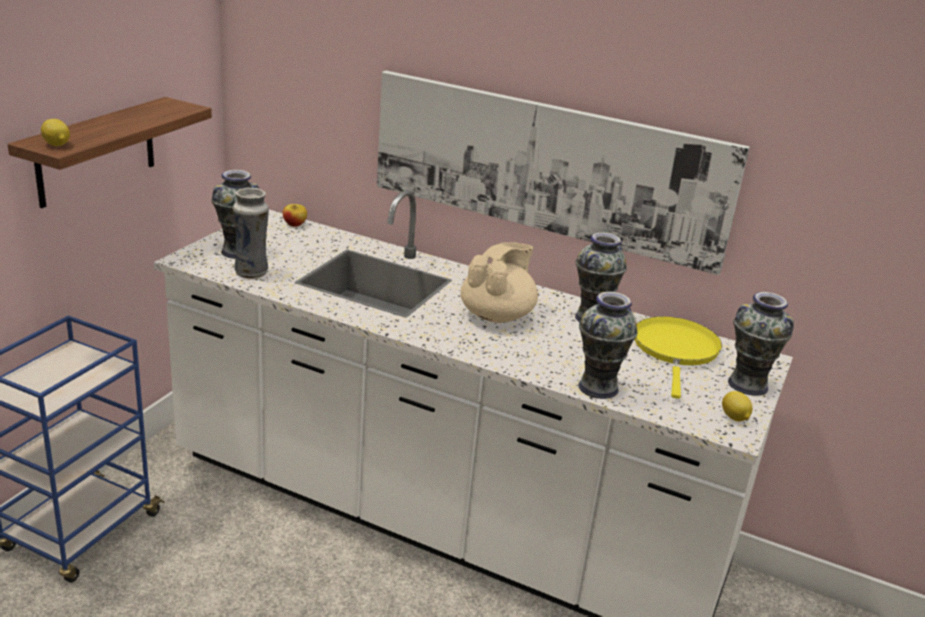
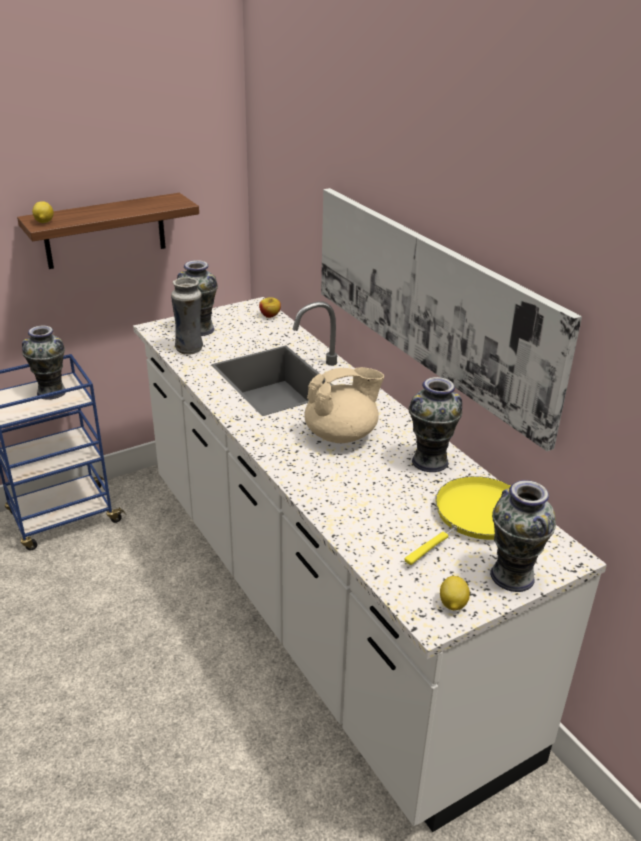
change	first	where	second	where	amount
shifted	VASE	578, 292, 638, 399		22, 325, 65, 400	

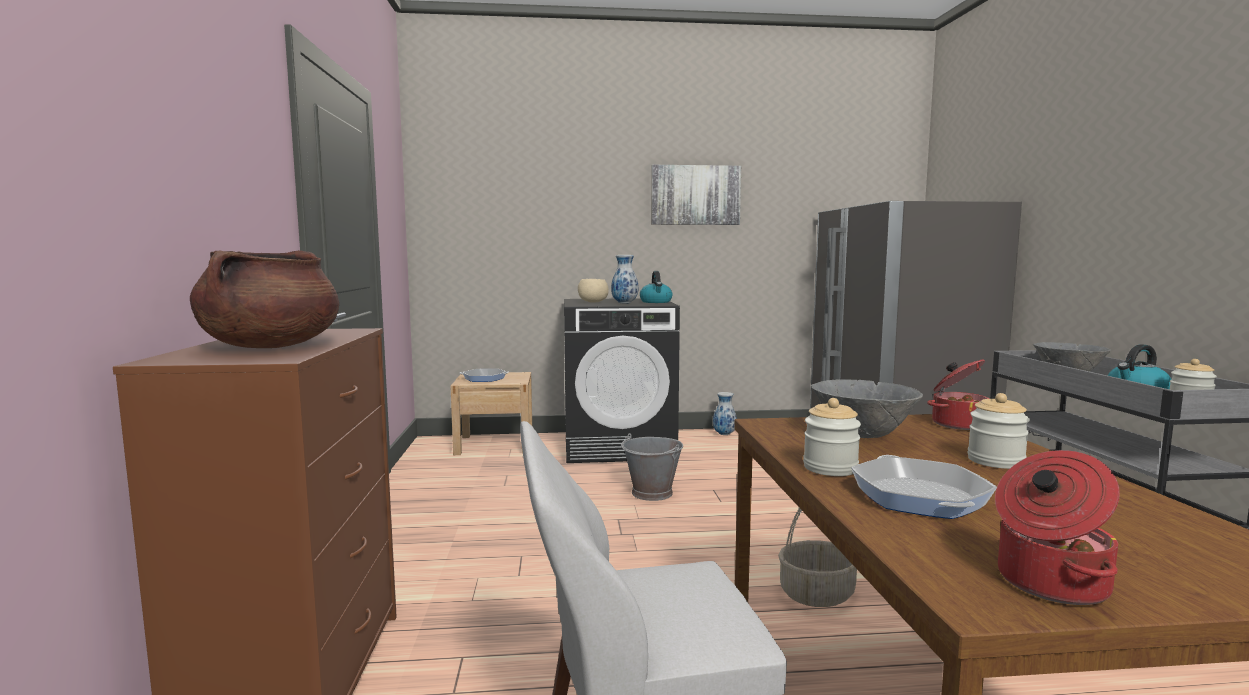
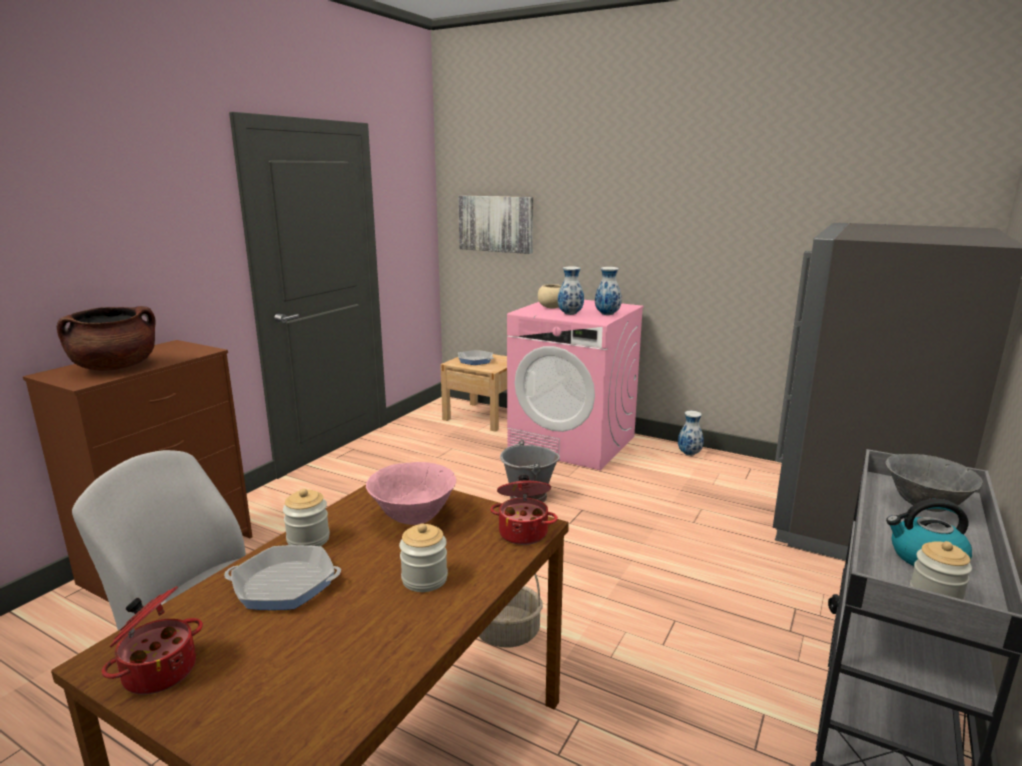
change	first	where	second	where	amount
rotated	PAN	851, 455, 997, 519		224, 545, 341, 610	60 degrees clockwise
repainted	GREYISH DEEP DISH	811, 379, 923, 438	PINK DEEP DISH	366, 462, 456, 525	
shifted	PICTURE	651, 165, 741, 225		458, 196, 533, 254	
repainted	BLACK-COLOURED WASHING MACHINE	564, 298, 680, 463	PINK WASHING MACHINE	507, 300, 644, 471	
swapped	WATER KETTLE	640, 271, 672, 303	VASE	595, 267, 622, 315	

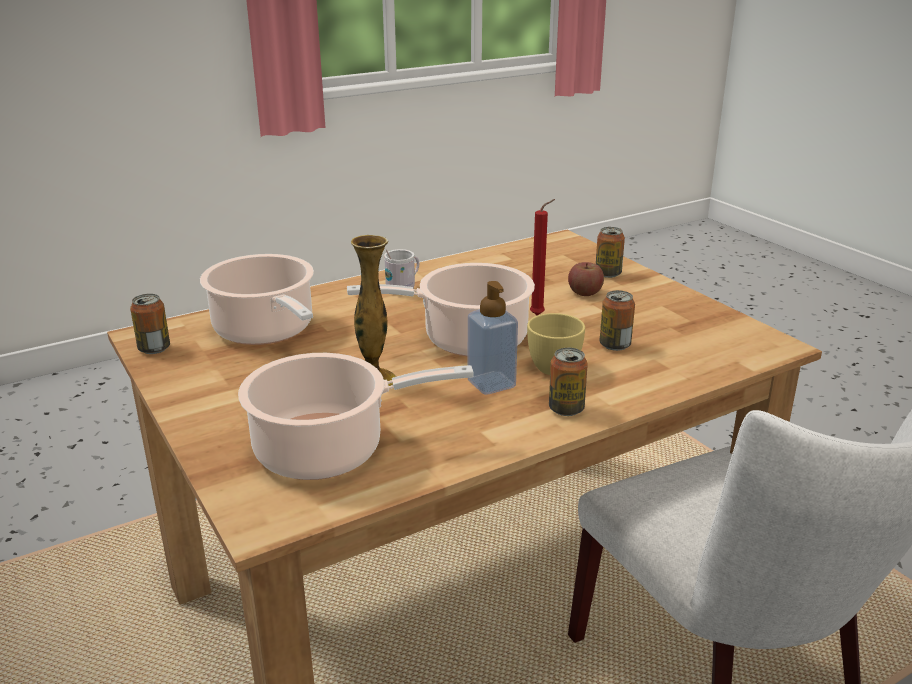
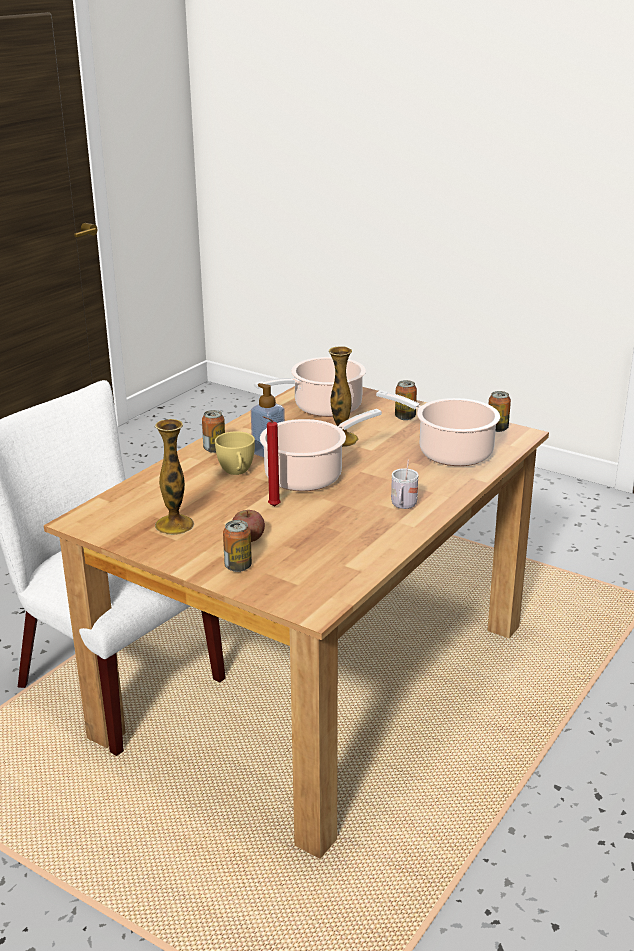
change	first	where	second	where	amount
new			VASE	155, 419, 194, 535	
shifted	SEALED CAN	599, 290, 635, 351		395, 380, 417, 420	

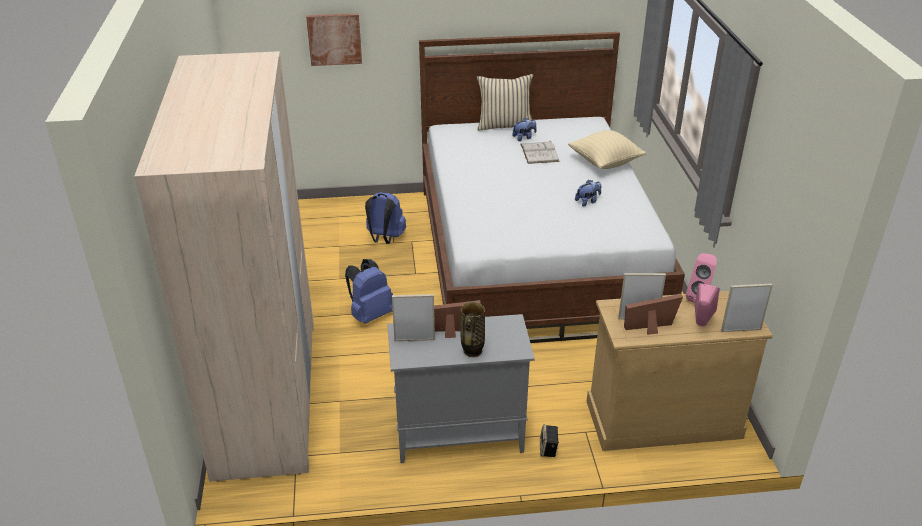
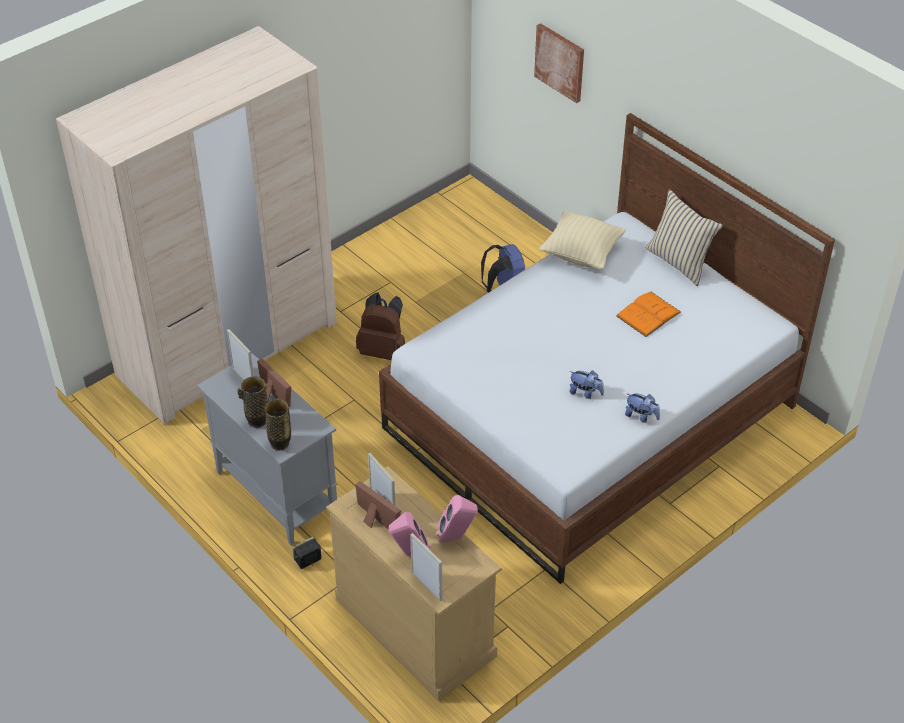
change	first	where	second	where	amount
new			VASE	265, 399, 291, 451	
repainted	BLUE-COLOURED KNAPSACK	345, 259, 393, 324	BROWN-COLOURED KNAPSACK	356, 292, 405, 360	
shifted	BEIGE THROW PILLOW	568, 130, 646, 169		539, 210, 626, 270	
repainted	WHITE BOUND BOOK	520, 141, 560, 164	ORANGE BOUND BOOK	616, 292, 681, 337	
shifted	PLUSH TOY	512, 118, 537, 141		625, 393, 660, 423	

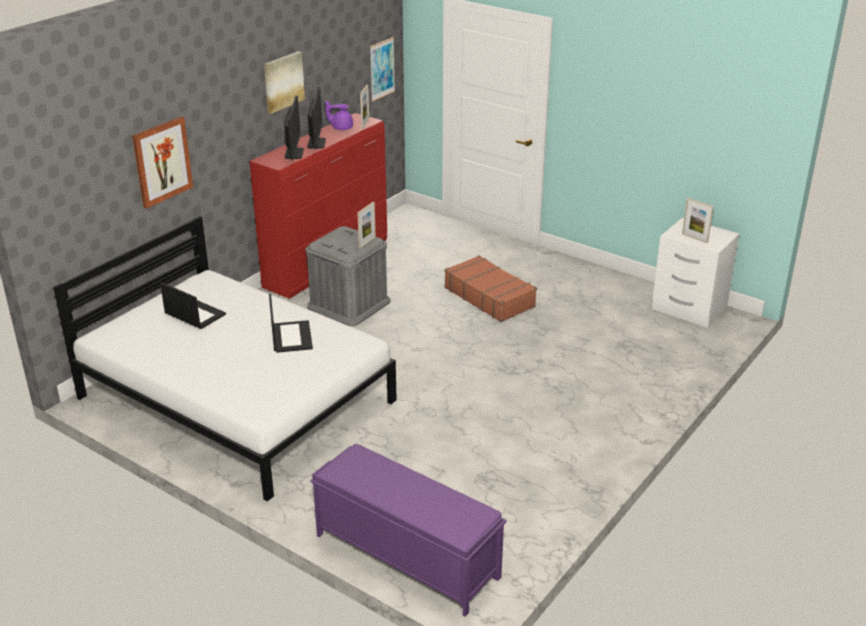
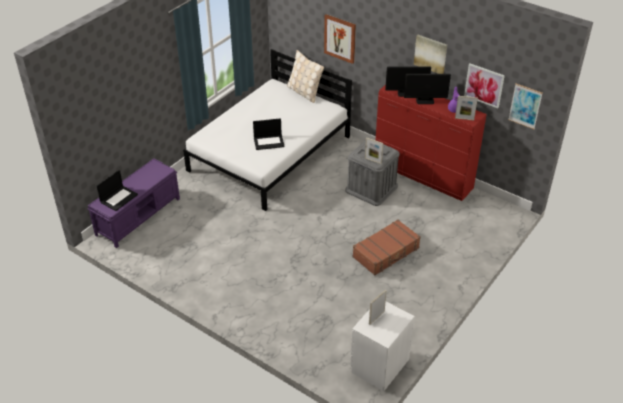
change	first	where	second	where	amount
shifted	PORTABLE COMPUTER	160, 282, 226, 329		96, 170, 138, 211	
new			BEIGE THROW PILLOW	287, 50, 324, 103	
new			PICTURE	464, 63, 505, 108	

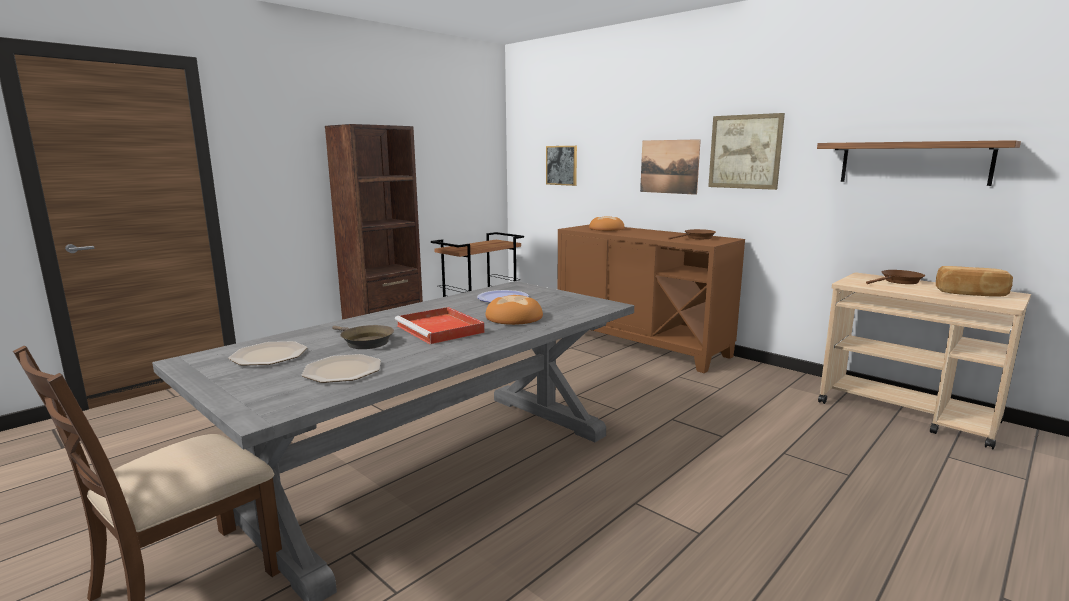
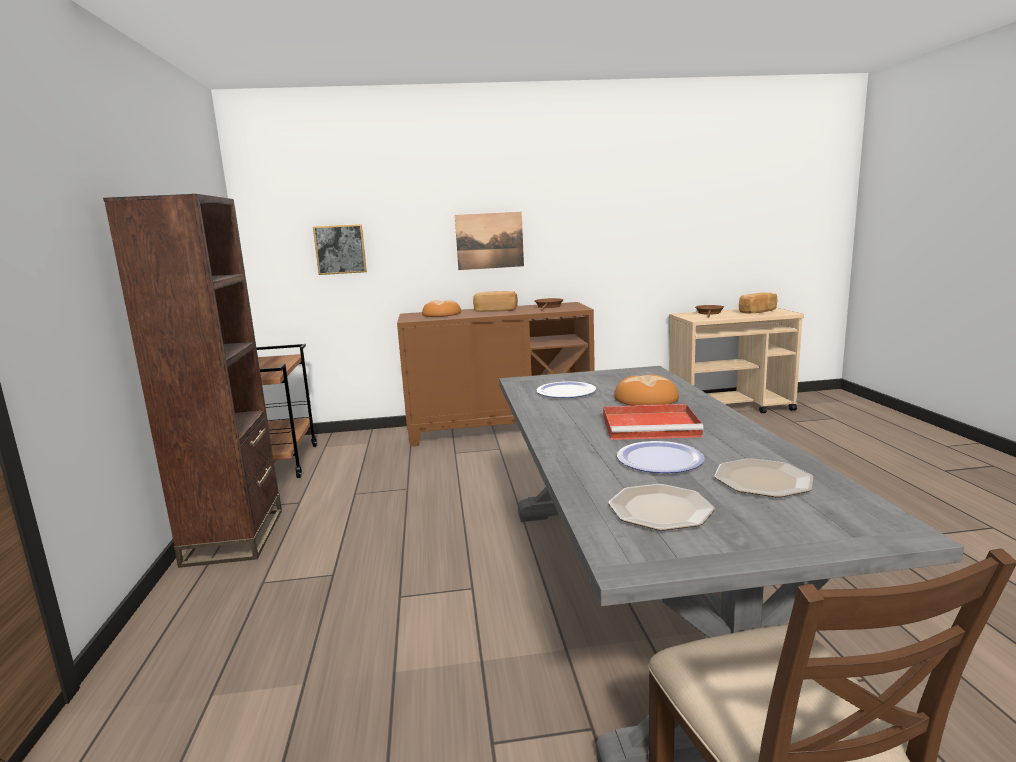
change	first	where	second	where	amount
new			BREAD	473, 291, 518, 312	
swapped	BROWN-COLOURED PAN	332, 325, 394, 349	PLATE	617, 441, 705, 473	
gone	PICTURE	708, 113, 785, 190			
gone	BRACKET SHELF	817, 140, 1021, 186			

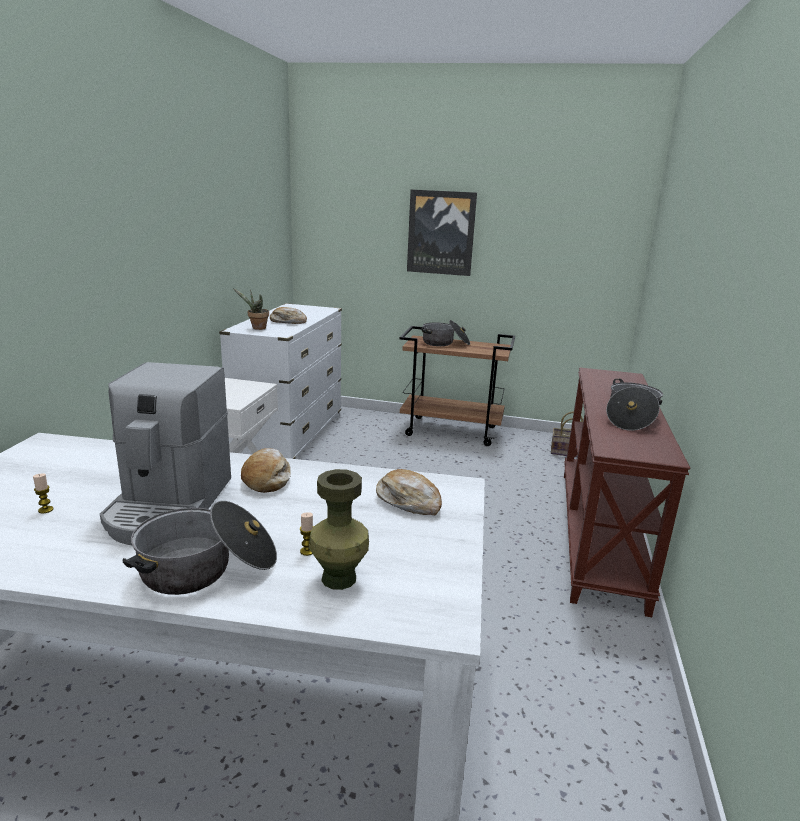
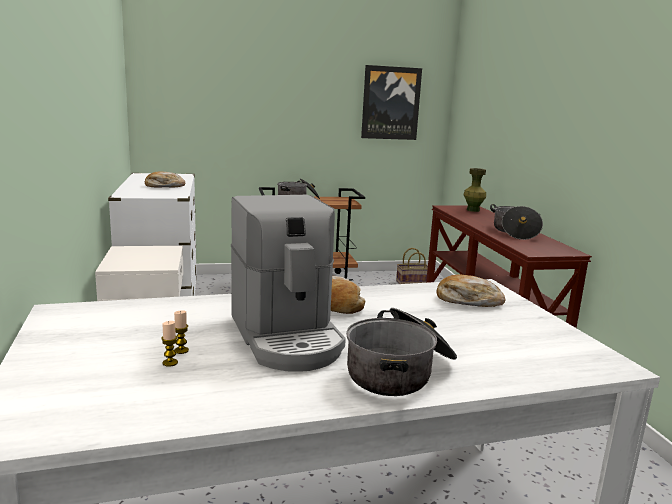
change	first	where	second	where	amount
shifted	WAX CANDLE	300, 512, 314, 556		174, 310, 189, 354	
shifted	PICTURE	407, 190, 477, 276		361, 65, 422, 140	
shifted	GREENISH VASE	309, 469, 369, 590		464, 168, 486, 212	
gone	PLANT IN A POT	233, 288, 269, 330			

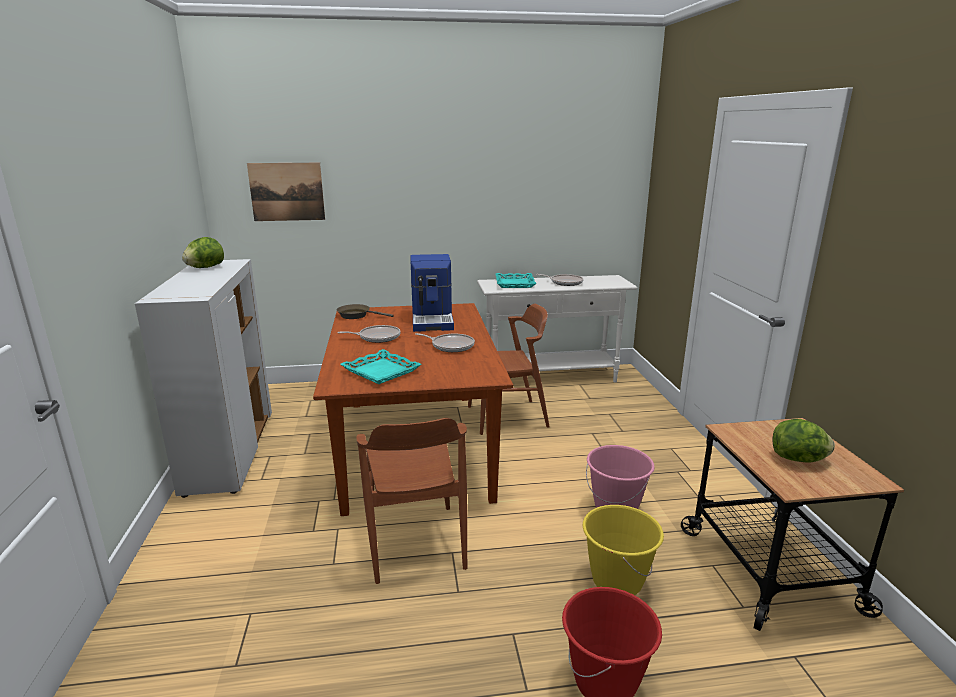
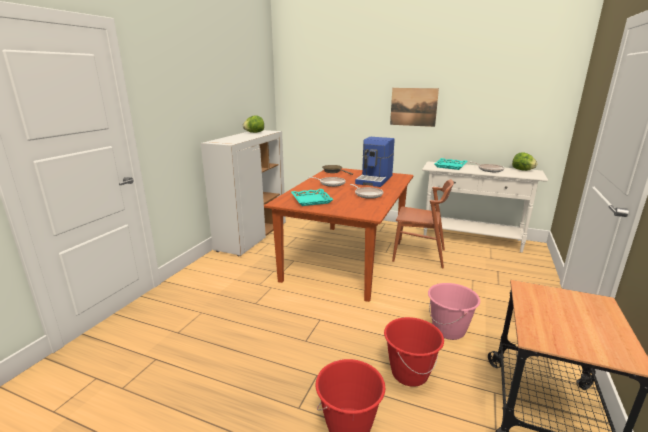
change	first	where	second	where	amount
repainted	YELLOW-COLOURED WATER BUCKET	583, 505, 664, 595	RED WATER BUCKET	384, 317, 444, 387	
shifted	PICTURE	247, 163, 325, 221		390, 88, 439, 127	
shifted	LETTUCE HEAD	773, 419, 835, 463		512, 152, 537, 171	
gone	BROWN-COLOURED UPRIGHT CHAIR	356, 418, 467, 584			

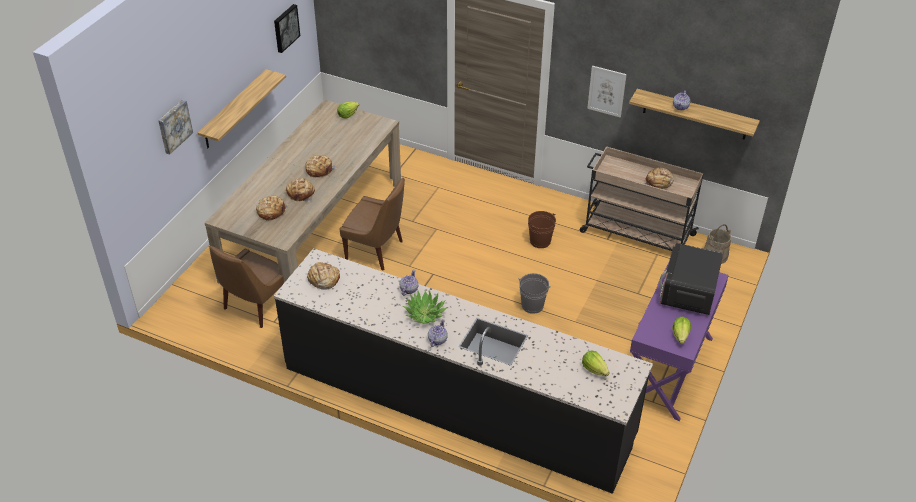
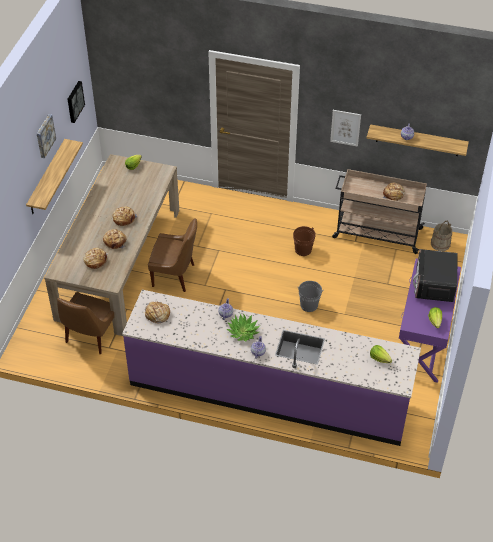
change	first	where	second	where	amount
shifted	PICTURE	158, 99, 193, 155		37, 114, 56, 158	
repainted	BLACK-COLOURED COUNTER	274, 248, 653, 494	PURPLISH COUNTER	122, 290, 421, 446	

